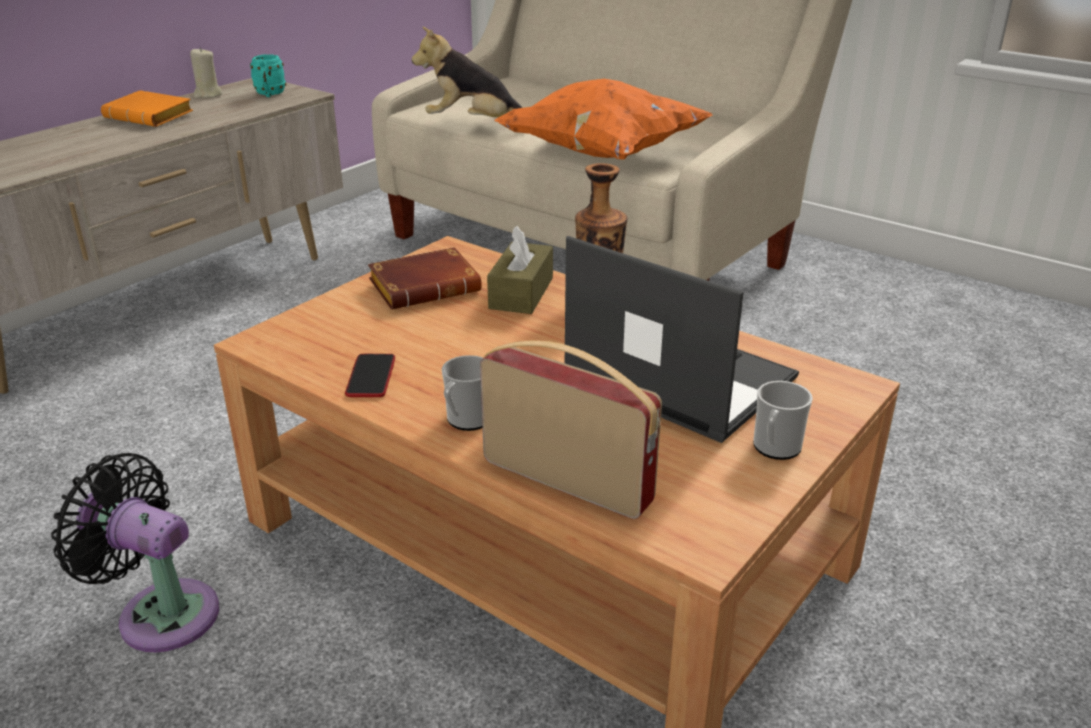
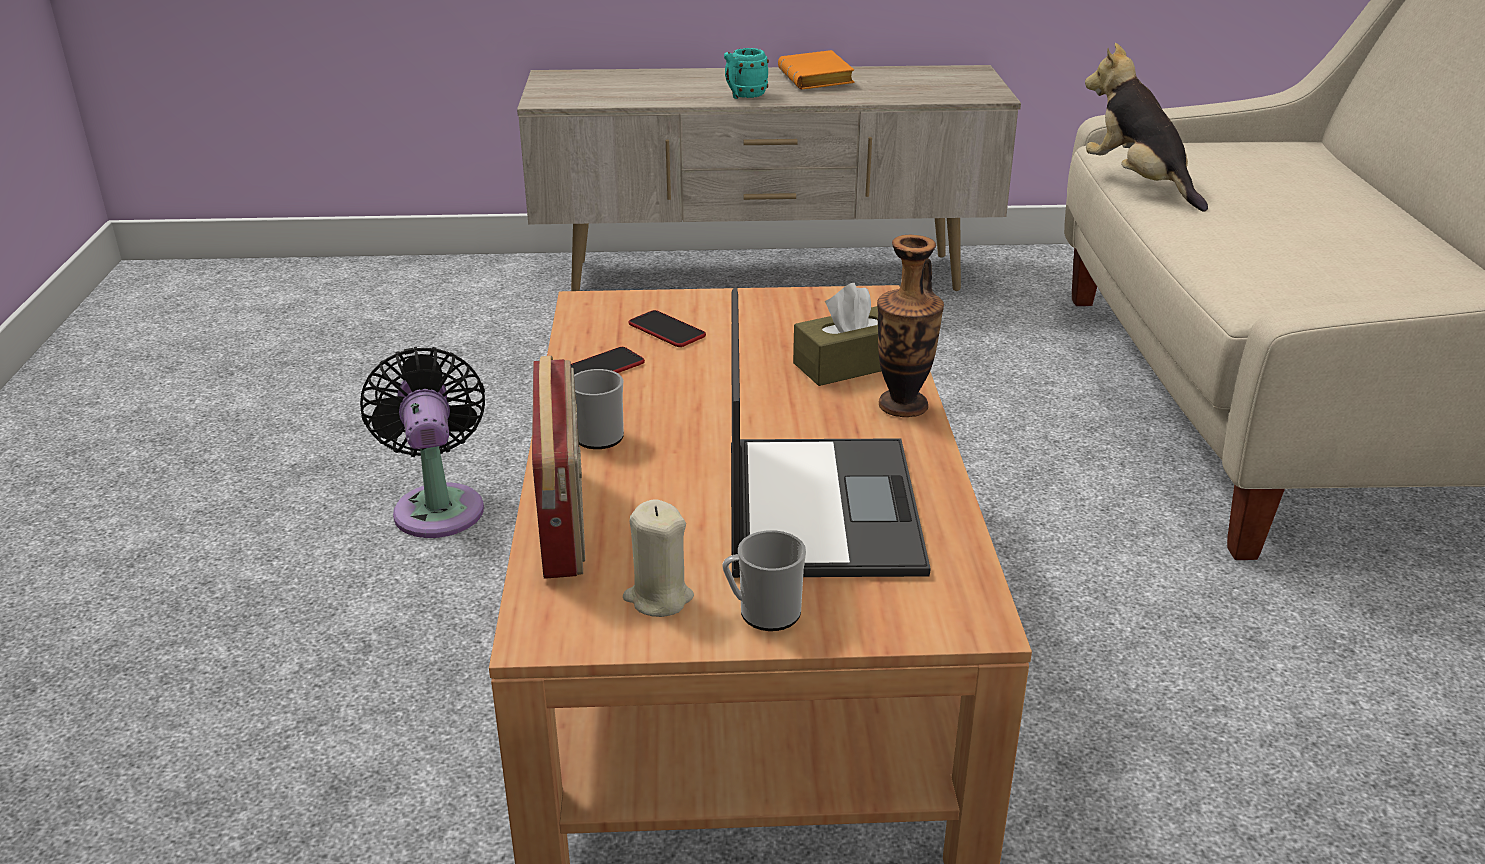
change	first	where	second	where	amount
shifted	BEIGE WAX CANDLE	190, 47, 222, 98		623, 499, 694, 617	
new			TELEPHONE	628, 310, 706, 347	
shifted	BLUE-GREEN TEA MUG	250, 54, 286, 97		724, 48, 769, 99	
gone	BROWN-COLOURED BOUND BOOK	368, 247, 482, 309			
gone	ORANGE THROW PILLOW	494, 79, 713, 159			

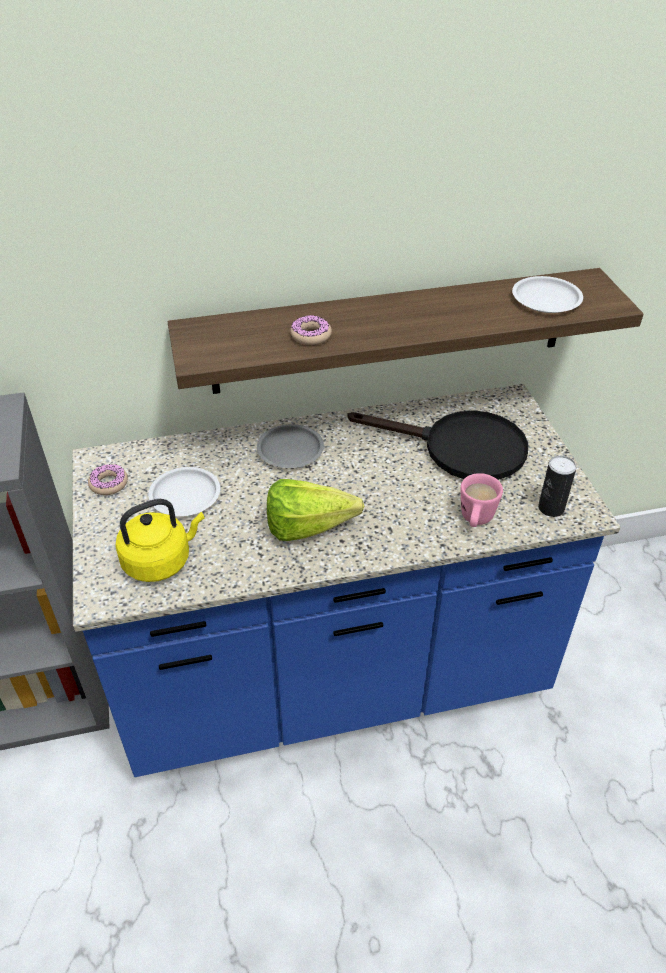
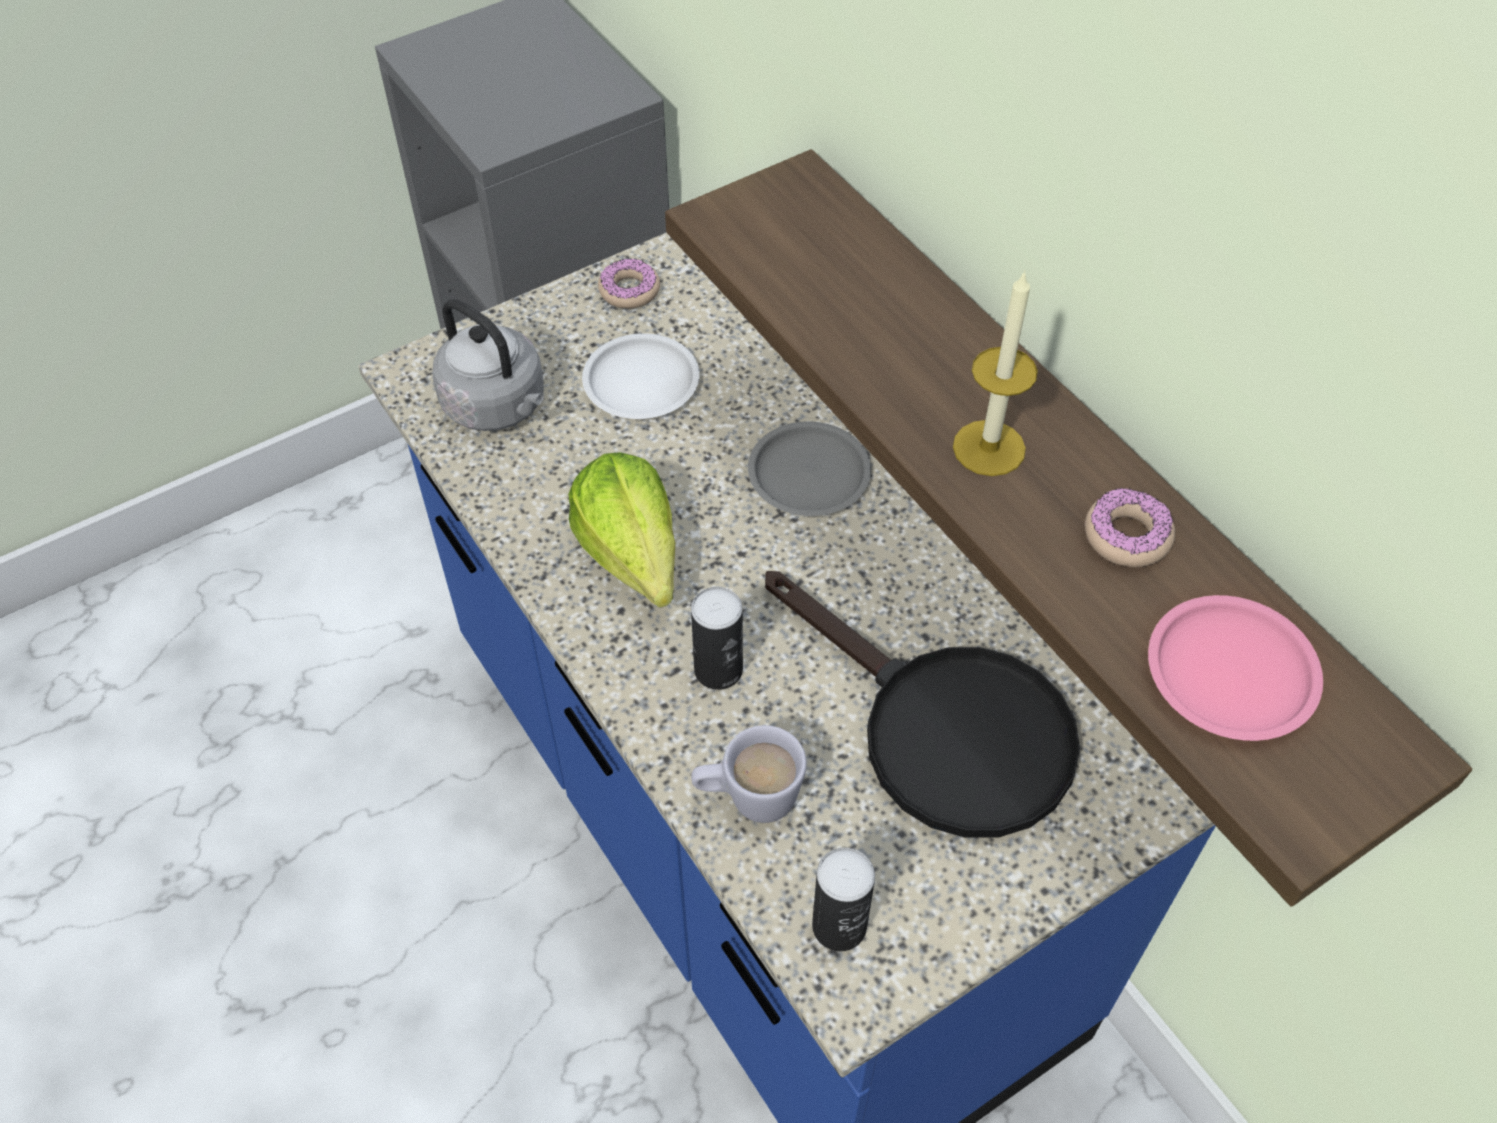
change	first	where	second	where	amount
repainted	YELLOW-COLOURED WATER KETTLE	115, 499, 205, 582	GREYISH WATER KETTLE	433, 299, 544, 431	
new			SEALED CAN	691, 587, 743, 690	
repainted	PINK TEA MUG	461, 473, 503, 527	WHITE TEA MUG	691, 725, 807, 823	
rotated	BLACK-COLOURED PAN	348, 410, 528, 480		765, 571, 1080, 838	45 degrees counterclockwise
new			WAX CANDLE	953, 270, 1038, 476	
shifted	RING DOUGHNUT	290, 315, 332, 345		1085, 488, 1175, 567	
repainted	WHITE PLATE	512, 276, 583, 313	PINK PLATE	1148, 595, 1323, 741	

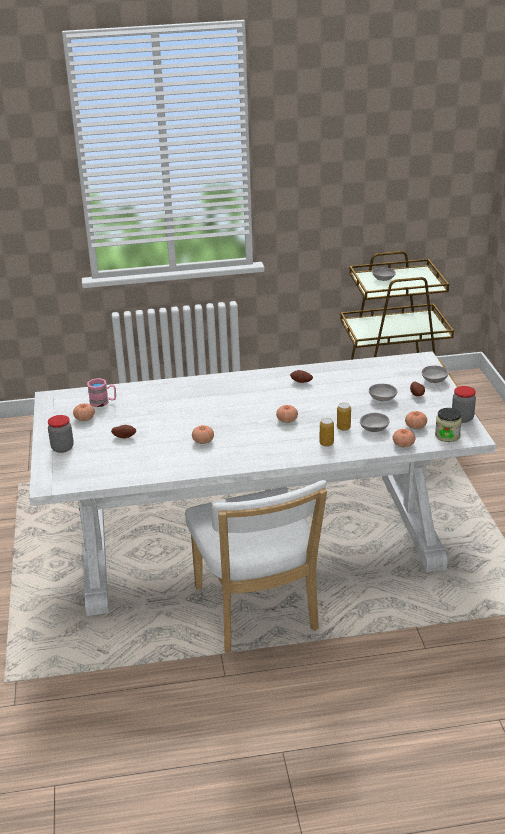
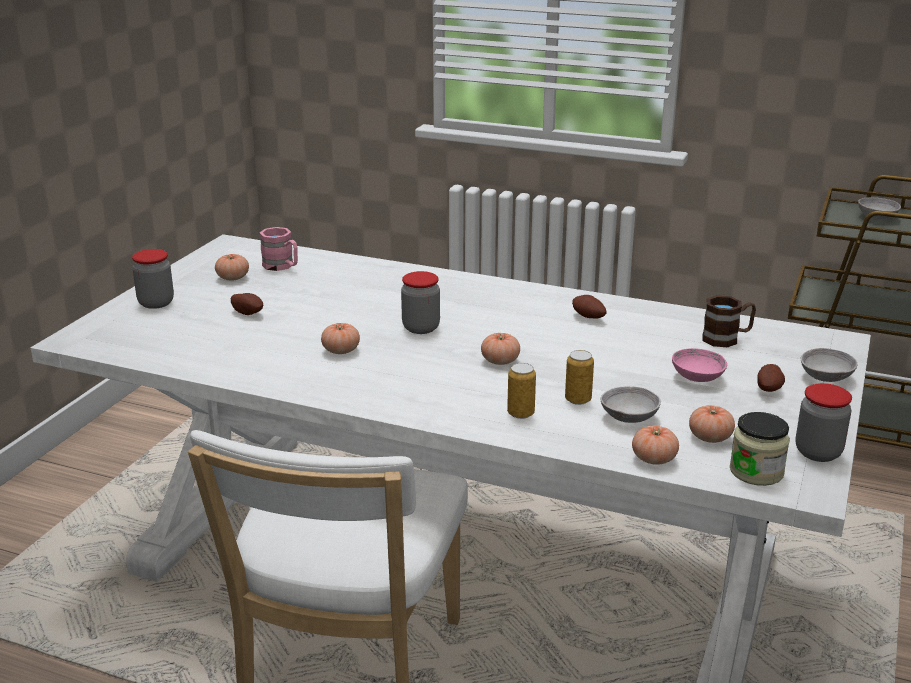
change	first	where	second	where	amount
new			JAR	401, 271, 440, 334	
repainted	GREYISH DEEP DISH	369, 384, 397, 401	PINK DEEP DISH	672, 348, 727, 382	
new			BROWN-COLOURED TEA MUG	702, 295, 756, 347	

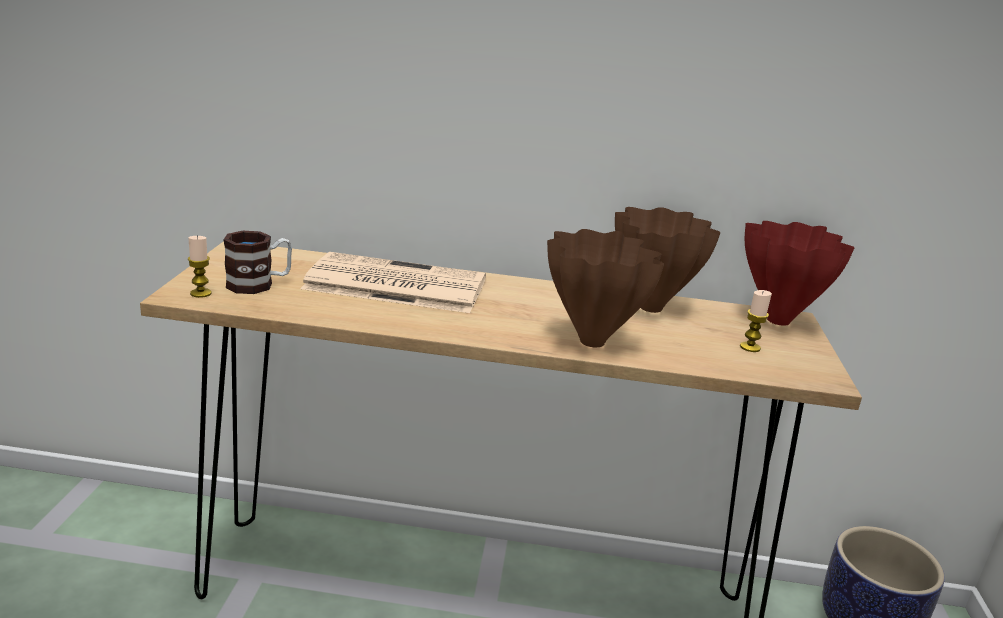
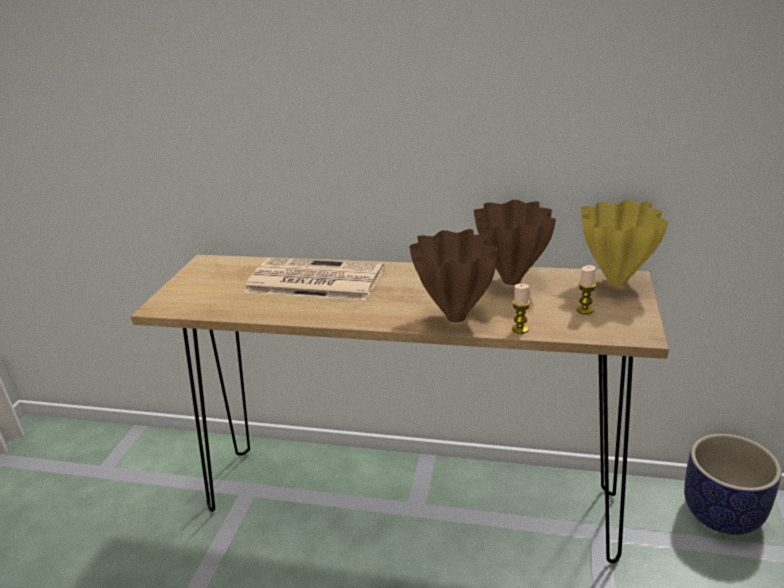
change	first	where	second	where	amount
shifted	WAX CANDLE	188, 235, 212, 298		512, 284, 530, 334	
repainted	RED VASE	745, 221, 855, 326	YELLOW-COLOURED VASE	581, 200, 668, 286	
gone	TEA MUG	223, 231, 292, 294			

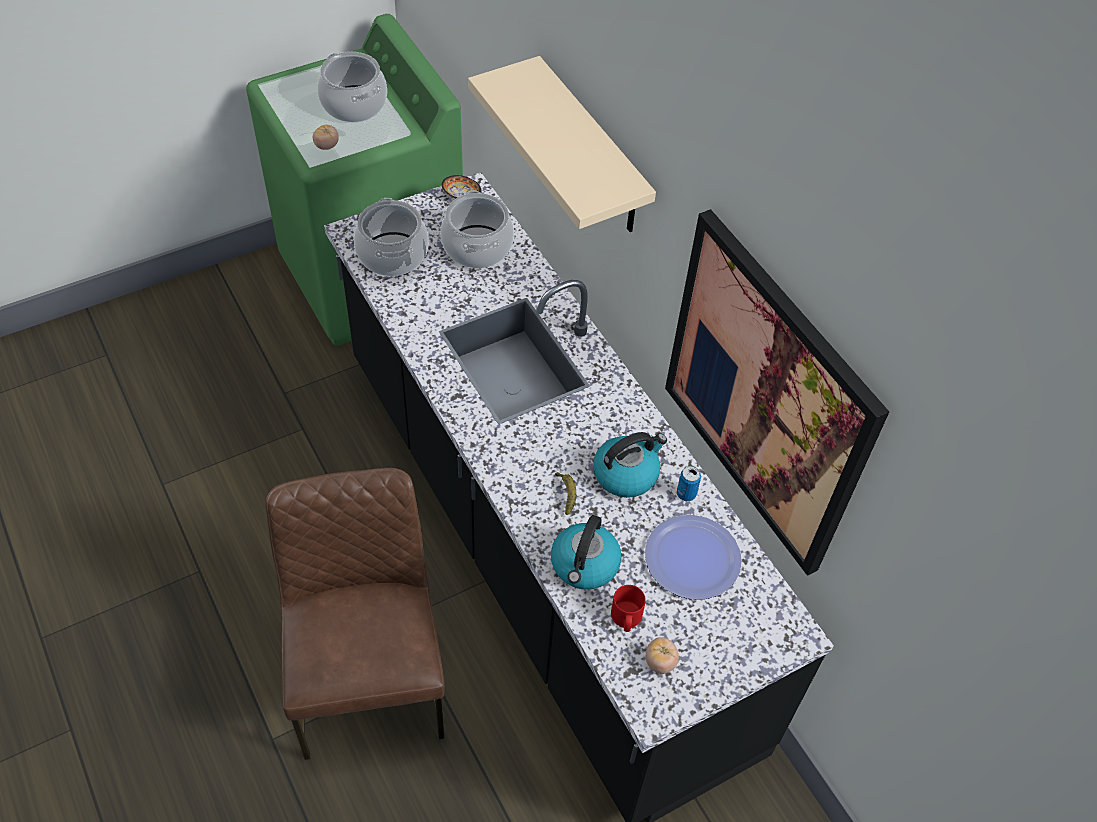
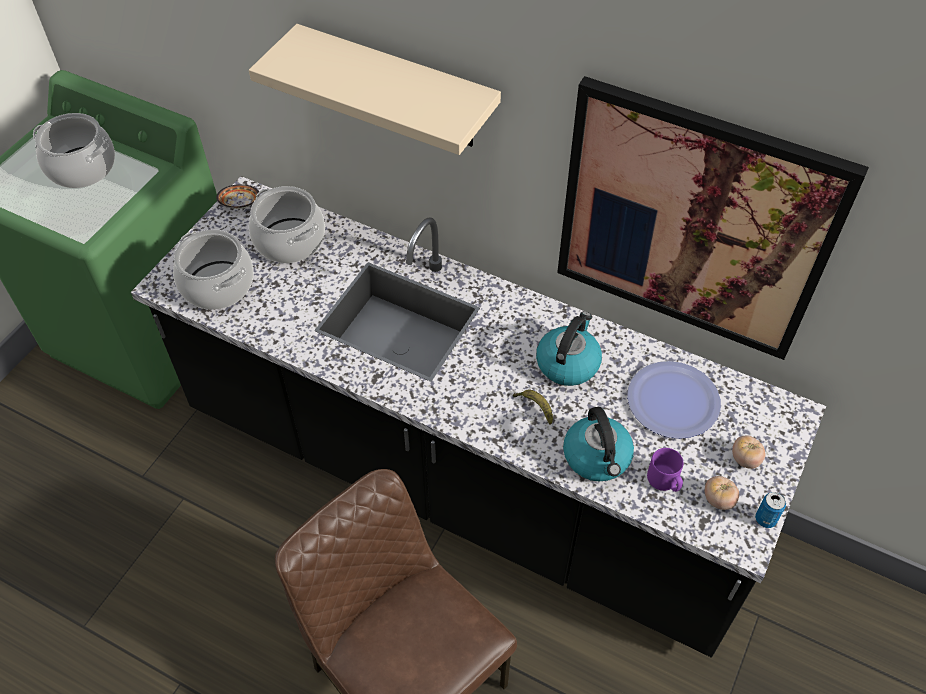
change	first	where	second	where	amount
repainted	RED TEA MUG	611, 585, 646, 632	PURPLISH TEA MUG	647, 448, 683, 492	
shifted	FRESH TOMATO	313, 125, 339, 150		732, 435, 766, 469	
shifted	SEALED CAN	677, 466, 701, 501		755, 492, 786, 528	

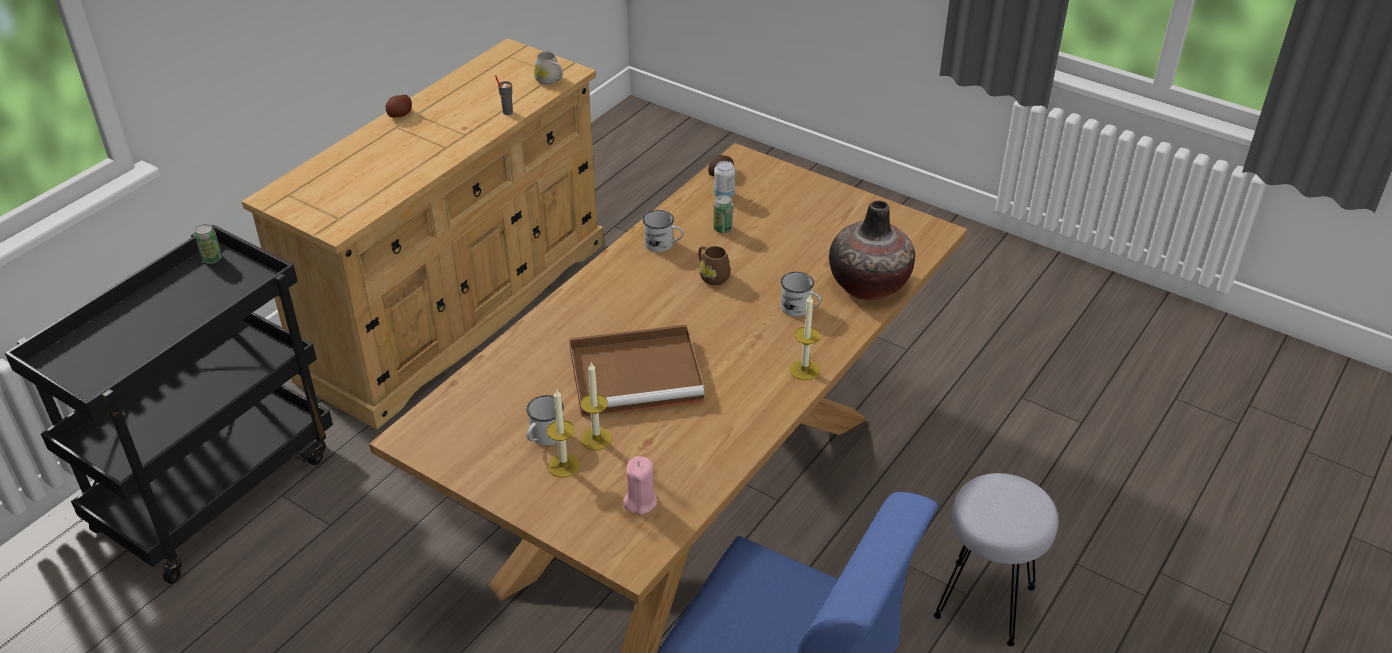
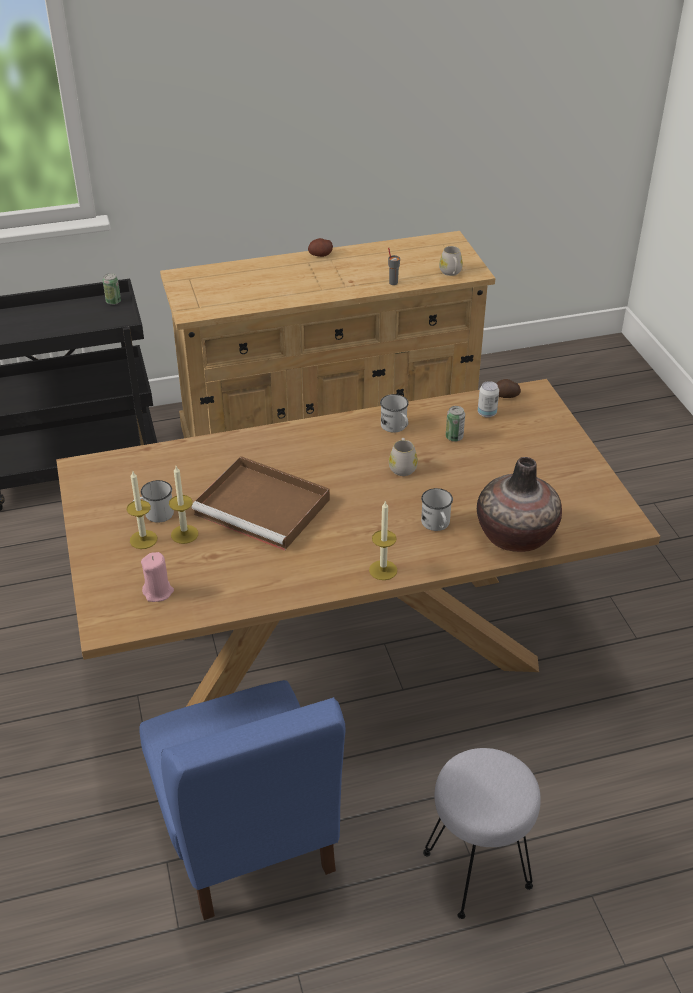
change	first	where	second	where	amount
repainted	BROWN-COLOURED TEA MUG	698, 246, 731, 285	WHITE TEA MUG	389, 438, 418, 476	

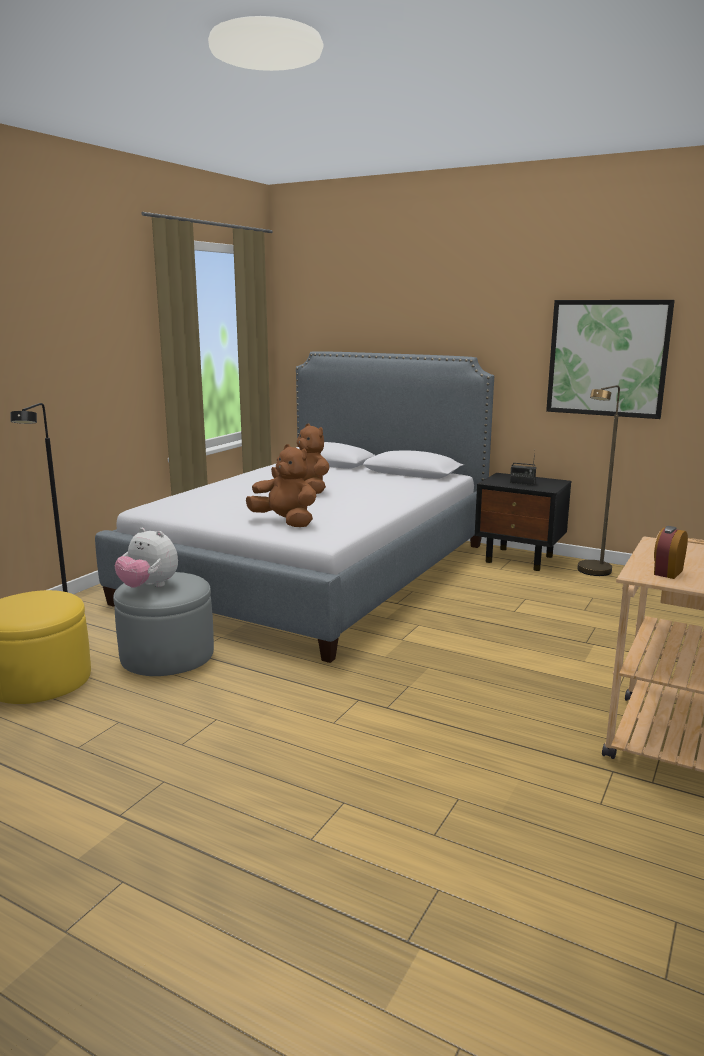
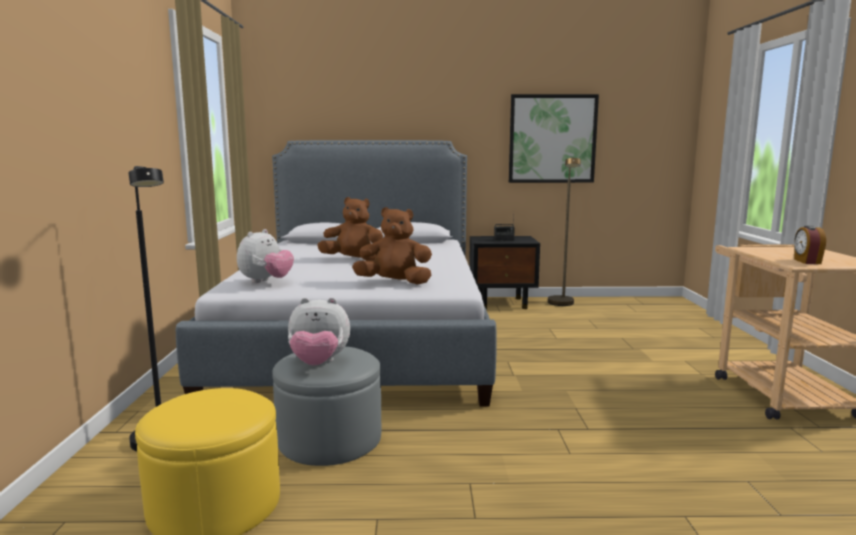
change	first	where	second	where	amount
new			PLUSH TOY	237, 229, 294, 283	

